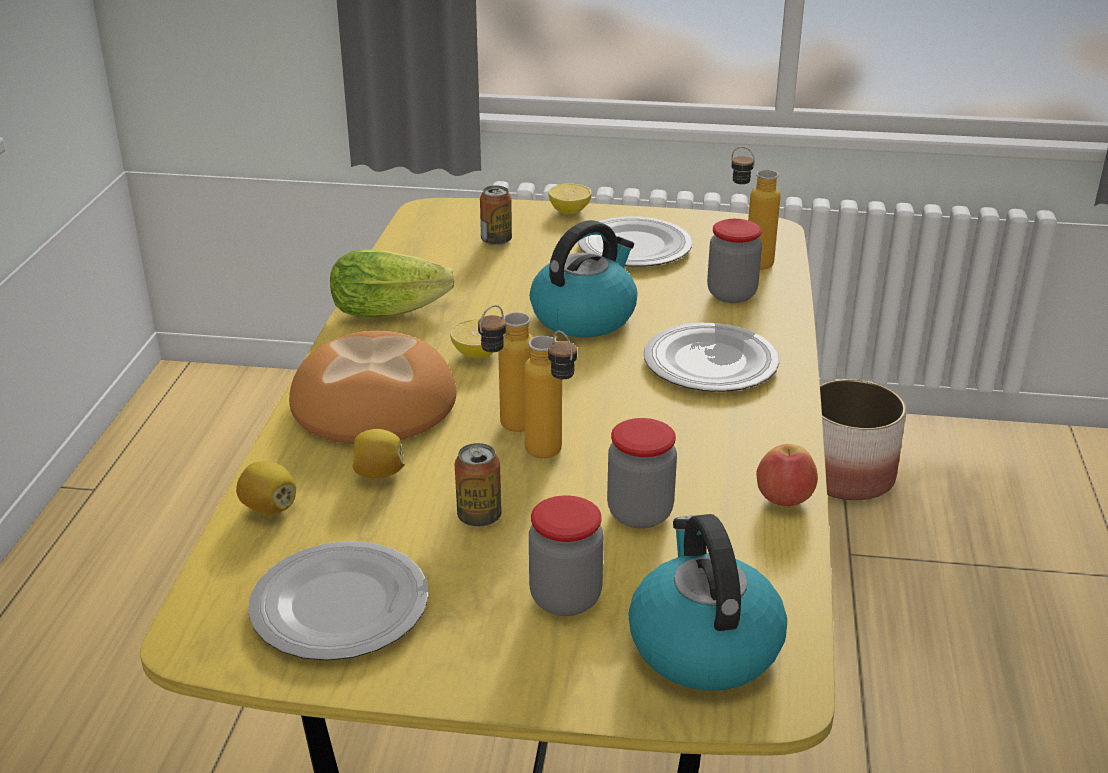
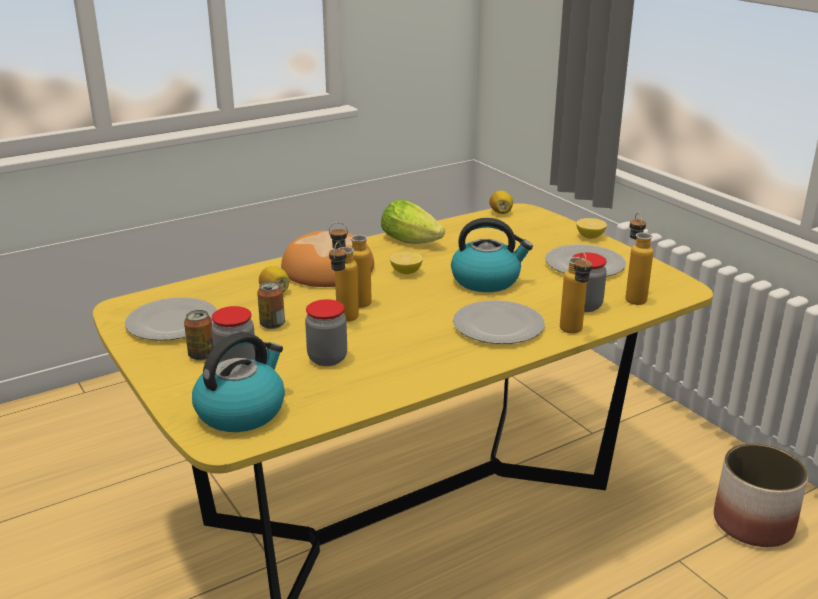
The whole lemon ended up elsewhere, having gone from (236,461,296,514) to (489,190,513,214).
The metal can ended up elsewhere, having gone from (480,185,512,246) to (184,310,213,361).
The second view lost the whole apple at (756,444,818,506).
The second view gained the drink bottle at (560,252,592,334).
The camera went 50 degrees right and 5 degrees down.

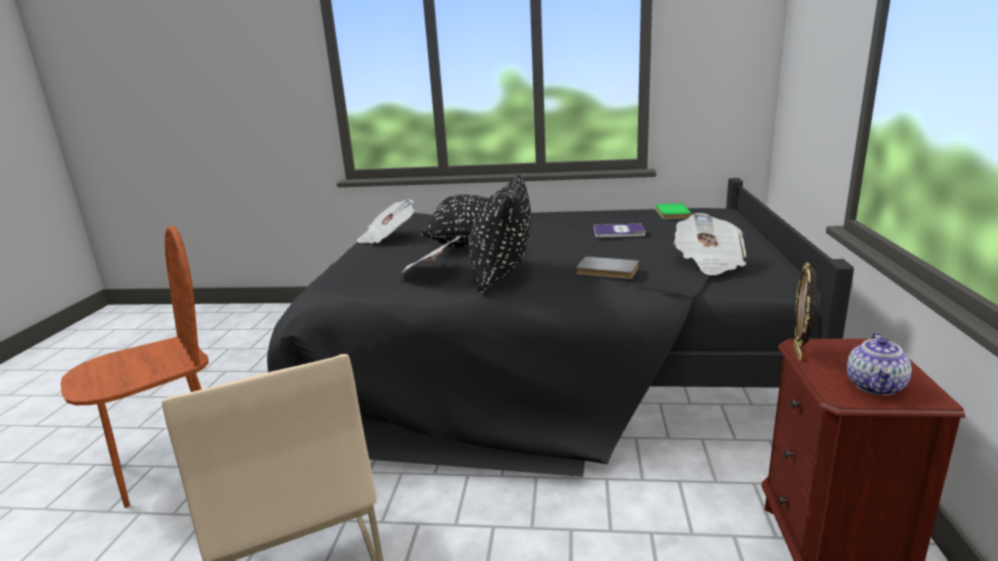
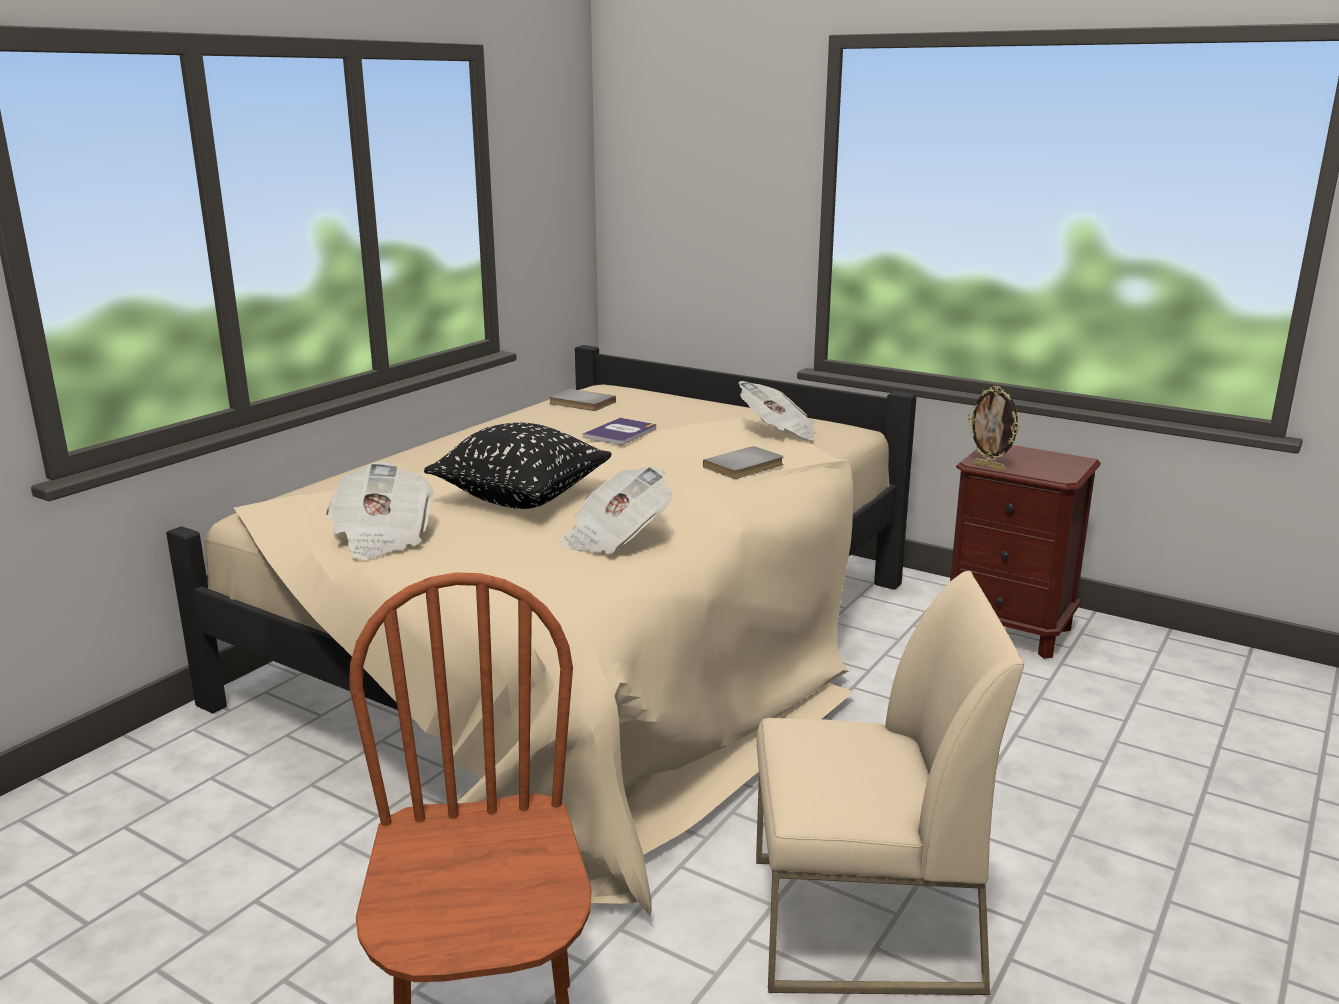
What was the bedroom bed (blackish) at (267,178,854,477) turned into the bedroom bed (beige-coloured) at (166,345,917,917).
The second view lost the throw pillow (blackish) at (468,175,531,294).
What was the book (greenish) at (655,203,692,220) turned into the book (grey) at (549,389,616,411).
The second view lost the teapot at (847,332,912,396).
The camera went 65 degrees left and 0 degrees up.

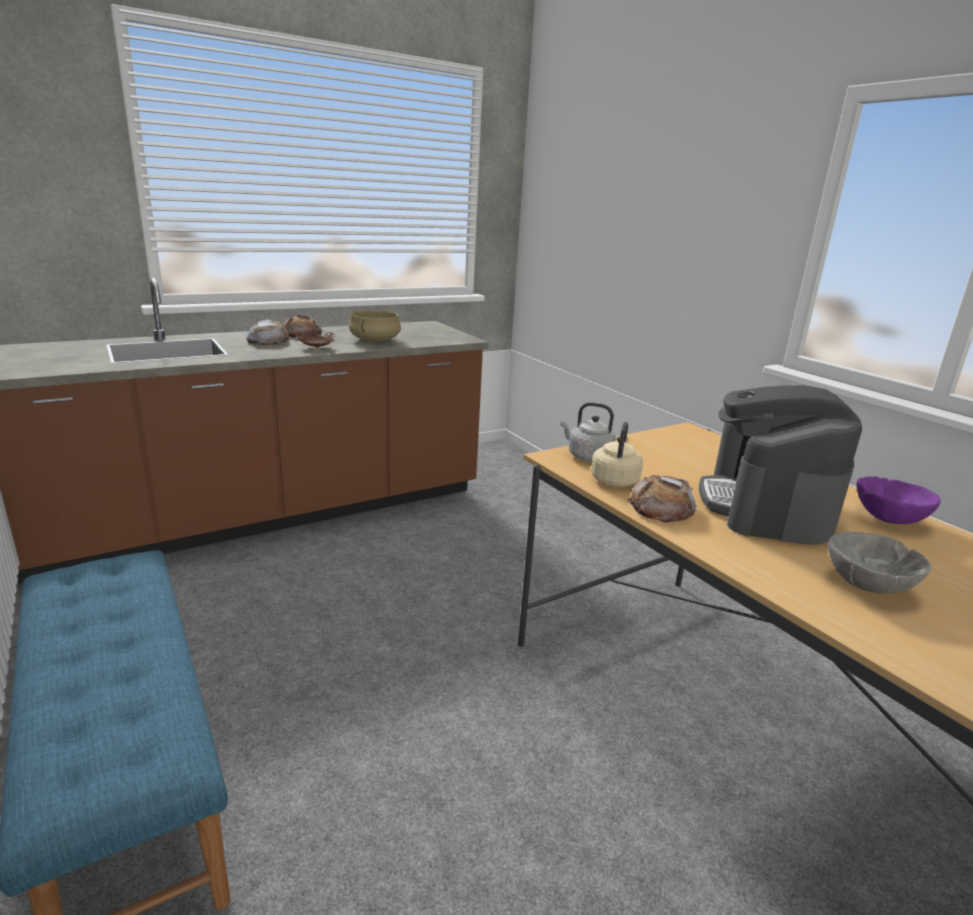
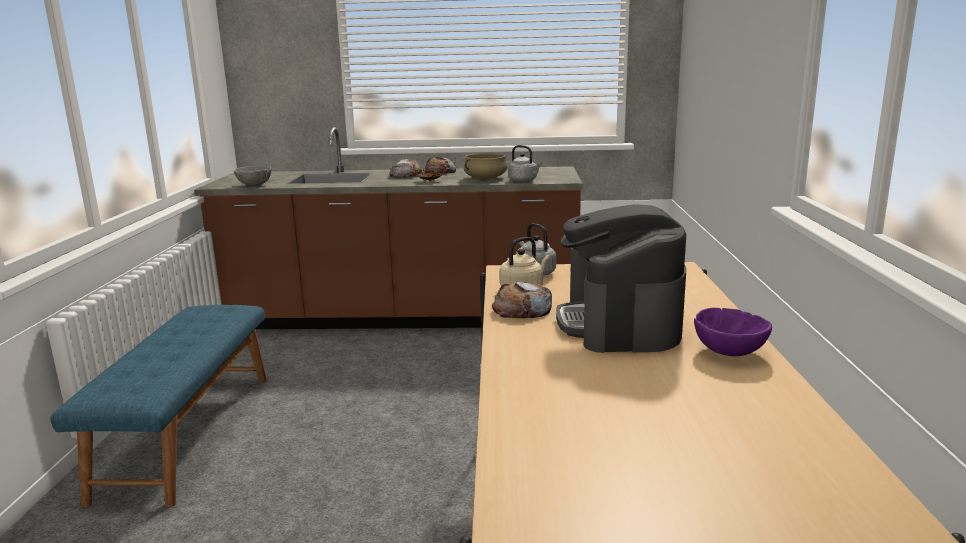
The coffee machine at (699,385,862,545) ended up facing another way, 45 degrees counterclockwise from before.
The deep dish (grey) ended up elsewhere, having gone from (828,532,931,594) to (234,166,272,186).
The second view gained the kettle (grey) at (508,145,542,182).
The camera went 35 degrees right and 5 degrees down.

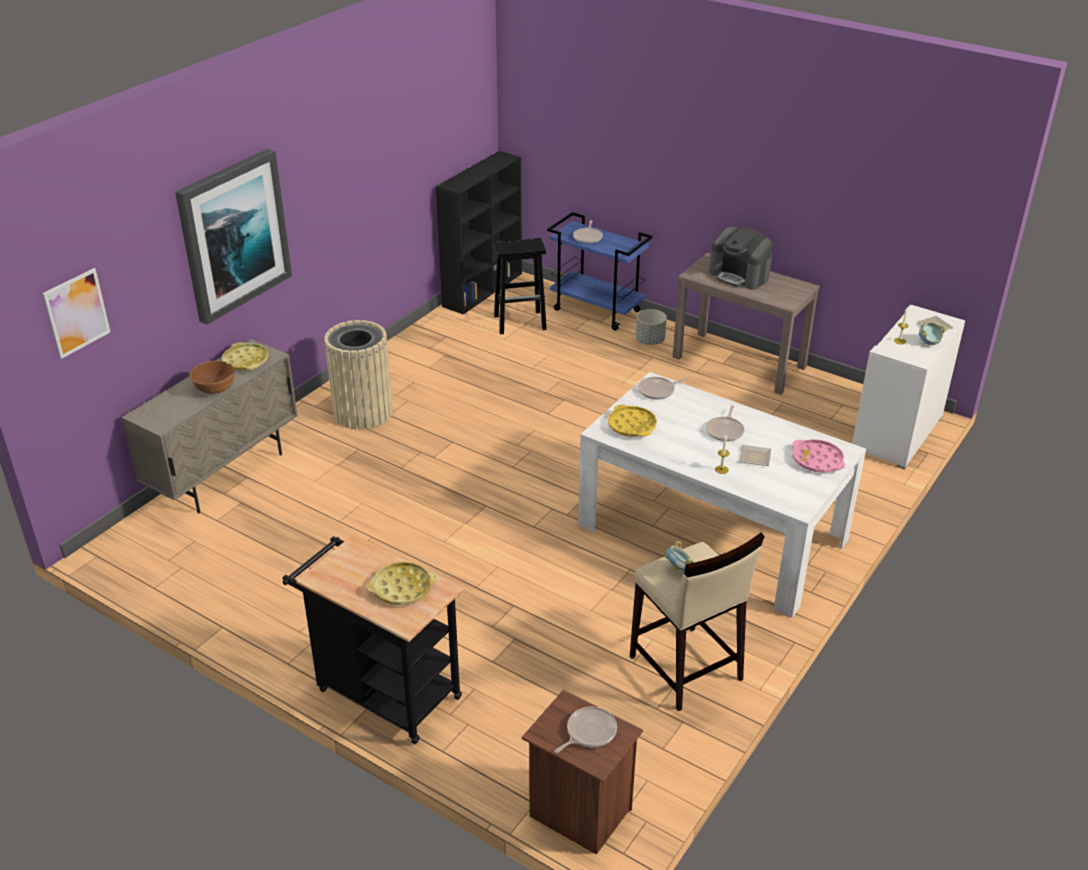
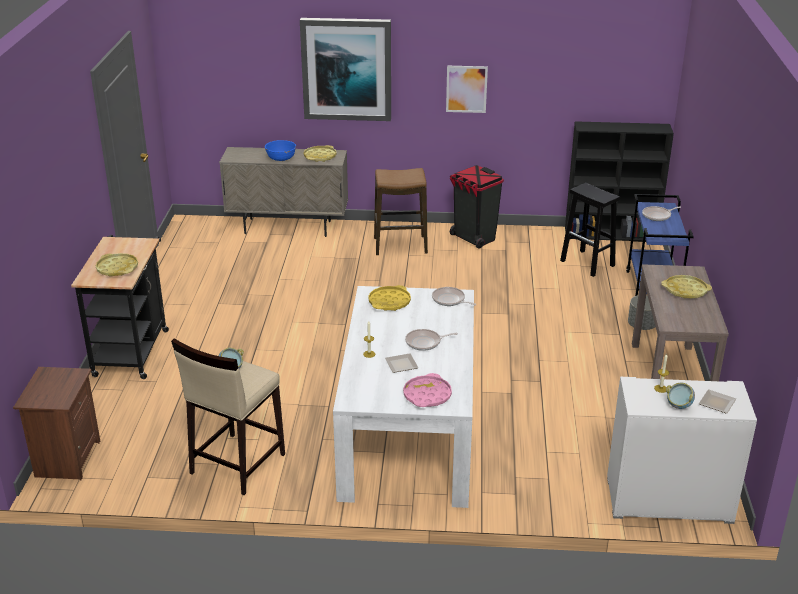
The wall art ended up elsewhere, having gone from (42,268,110,359) to (446,66,488,113).
What was the deep dish (brown-coloured) at (190,361,235,394) turned into the deep dish (bluish) at (265,140,296,161).
Where the trash can (beige-coloured) stood at (324,320,393,430), the stool seat came to stand at (374,168,428,255).
The second view lost the pan at (555,707,617,753).
Where the coffee machine stood at (709,227,773,290), the tray (yellow) came to stand at (661,275,712,299).
The second view gained the trash can (blackish) at (450,165,504,249).
The camera went 60 degrees right and 5 degrees down.

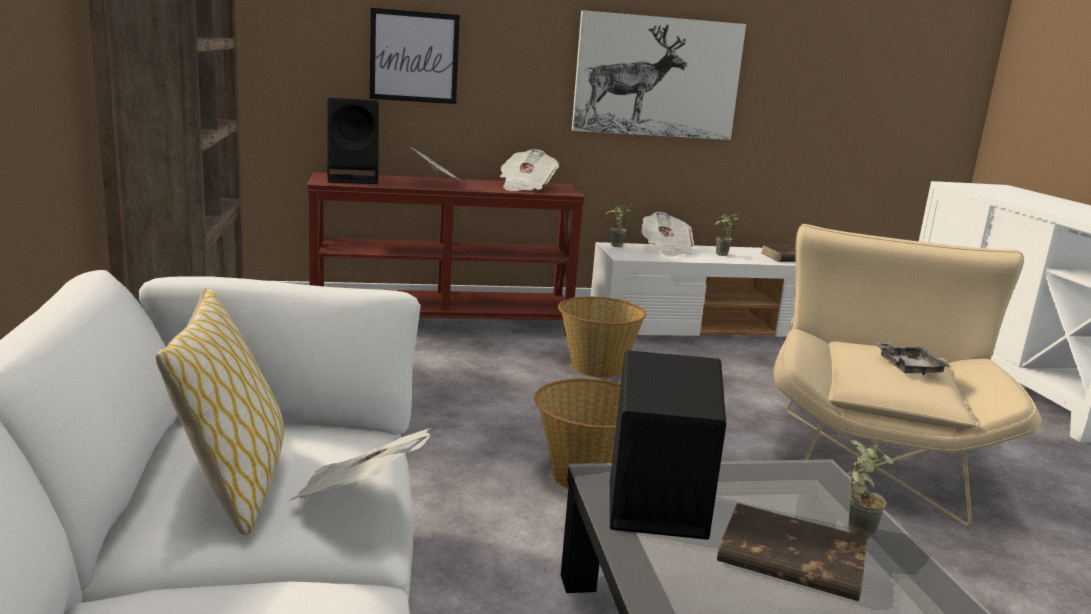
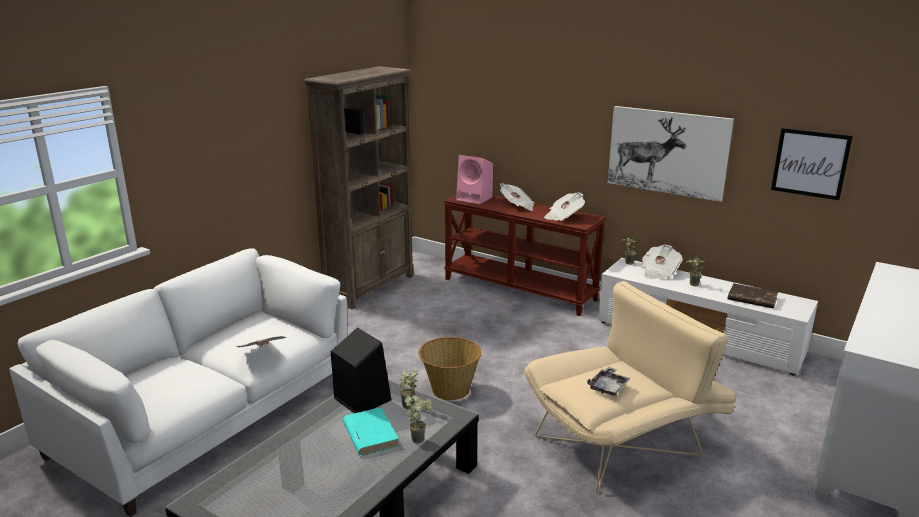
The second view lost the throw pillow at (155,288,284,535).
What was the audio speaker (blackish) at (327,98,379,184) turned into the audio speaker (pink-coloured) at (456,155,493,204).
The wall art ended up elsewhere, having gone from (370,8,460,104) to (771,128,853,200).
The second view lost the storage basket at (558,297,646,378).
What was the book (brown-coloured) at (717,503,868,601) turned into the book (turquoise) at (343,407,399,456).
The second view gained the potted plant at (400,367,419,409).
The camera went 45 degrees right and 5 degrees up.

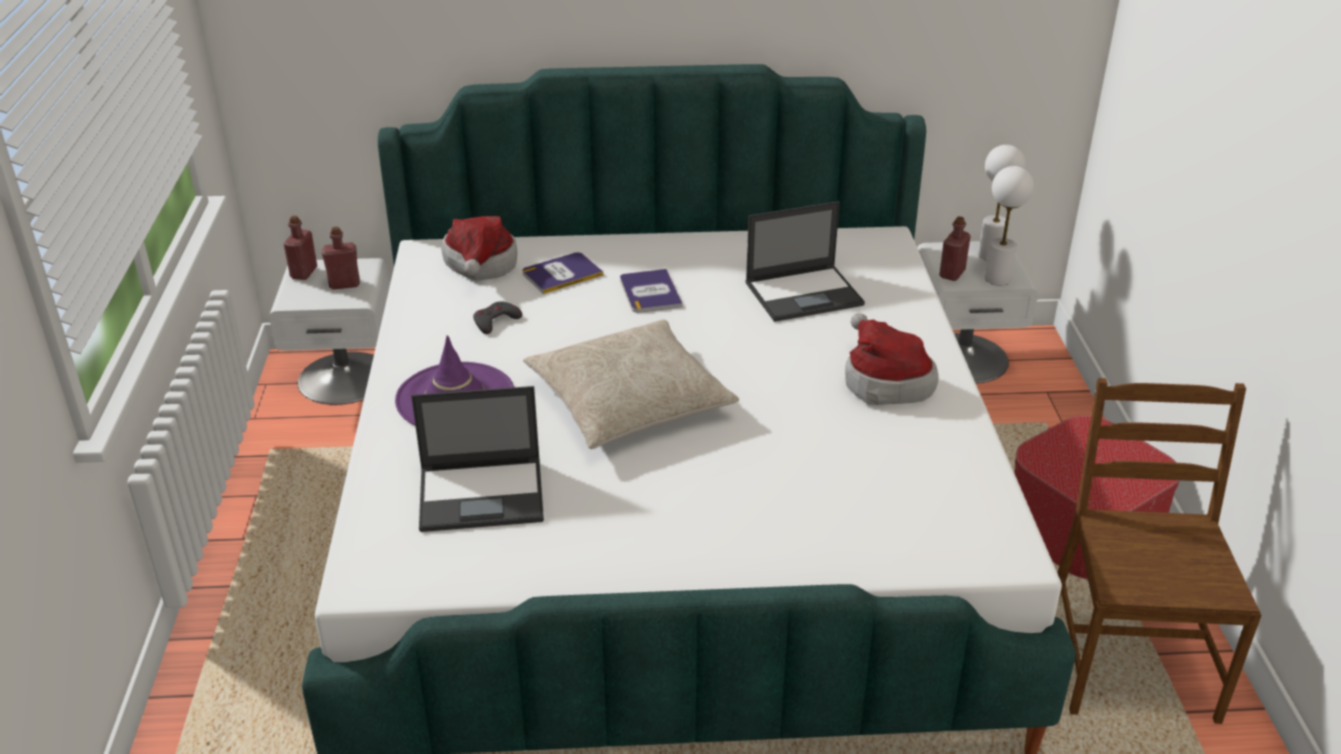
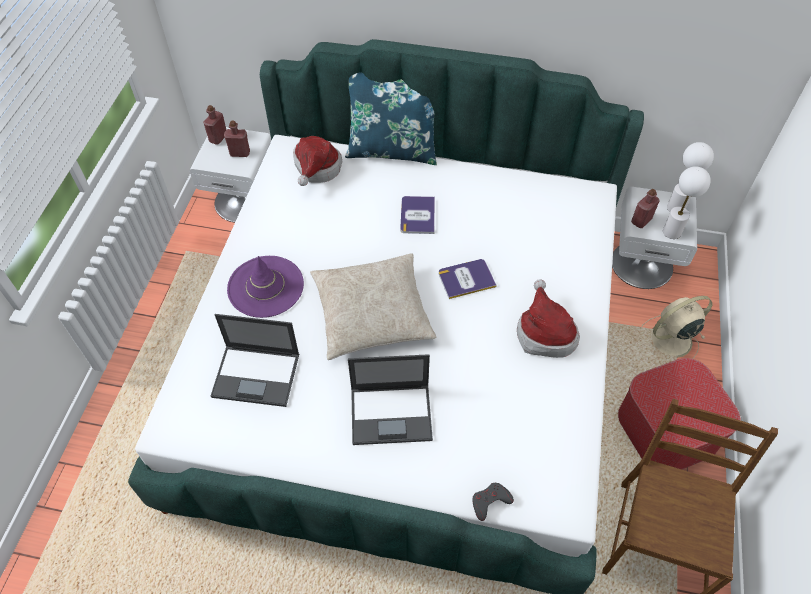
The gamepad (grey) ended up elsewhere, having gone from (473,301,522,334) to (472,483,514,521).
The book ended up elsewhere, having gone from (522,252,603,294) to (439,259,497,299).
The portable computer ended up elsewhere, having gone from (745,201,865,322) to (348,354,433,445).
The second view gained the throw pillow (bluish) at (345,72,437,165).
The second view gained the cooling fan (beige-coloured) at (642,296,712,359).
The camera went 15 degrees right and 20 degrees up.

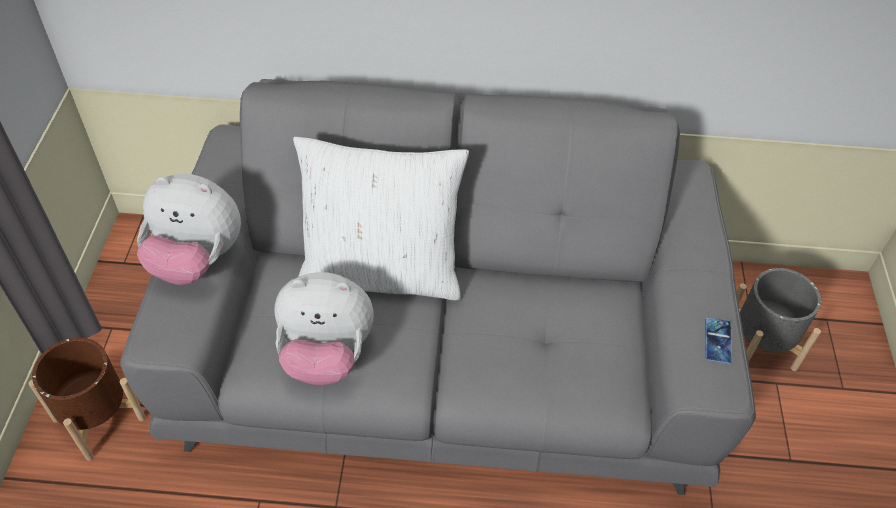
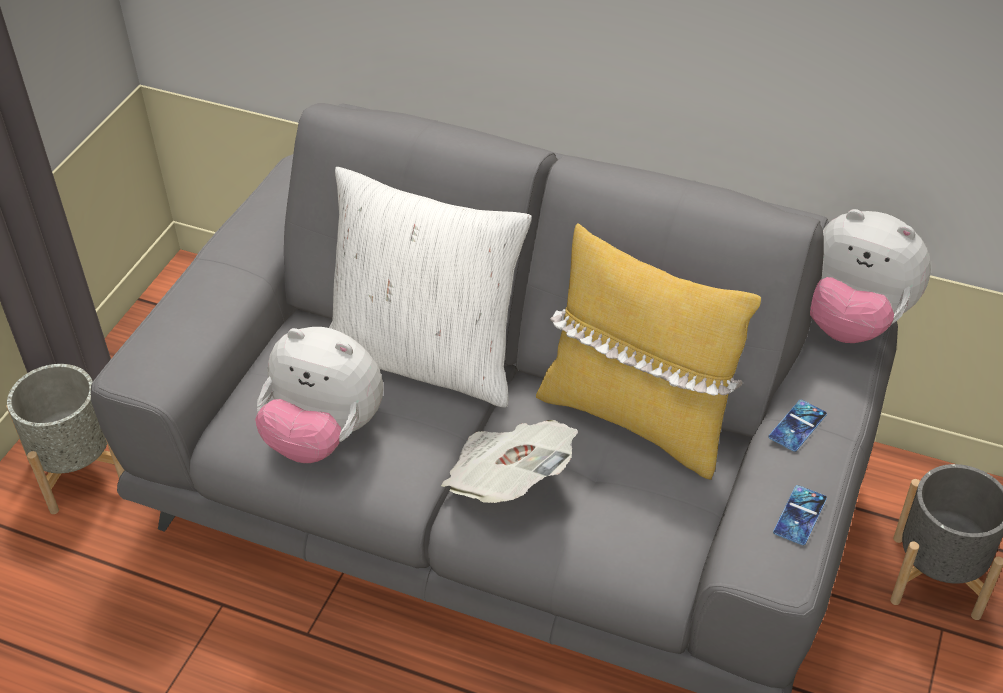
What was the plant pot (brown-coloured) at (28,338,146,461) turned into the plant pot (grey) at (6,364,124,514).
The plush toy ended up elsewhere, having gone from (137,174,241,285) to (810,209,931,343).
The second view gained the daily paper at (441,420,578,503).
The second view gained the throw pillow (yellow) at (536,223,761,480).
The second view gained the handset at (769,400,827,452).
The camera went 20 degrees right and 5 degrees down.

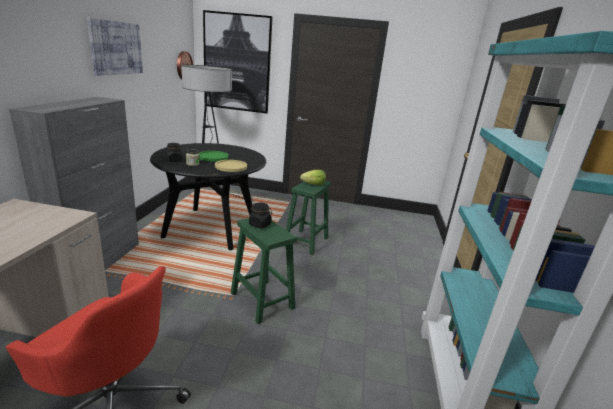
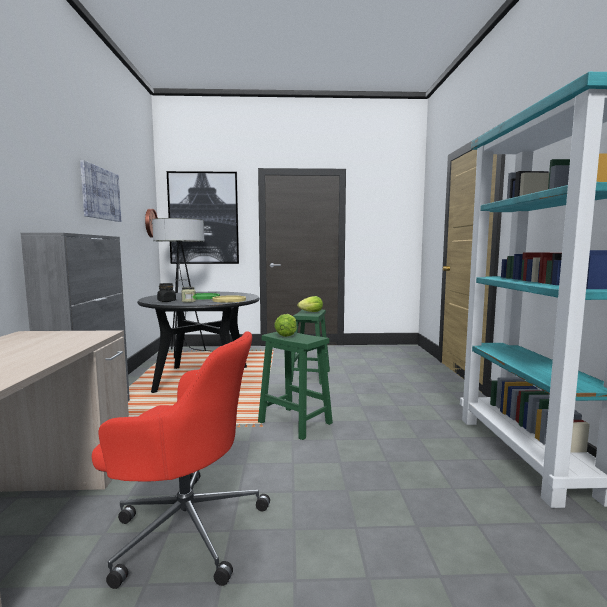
Where the preserve jar (blackish) stood at (249,203,272,228), the lettuce head came to stand at (274,314,297,337).
The camera went 10 degrees left and 15 degrees down.

